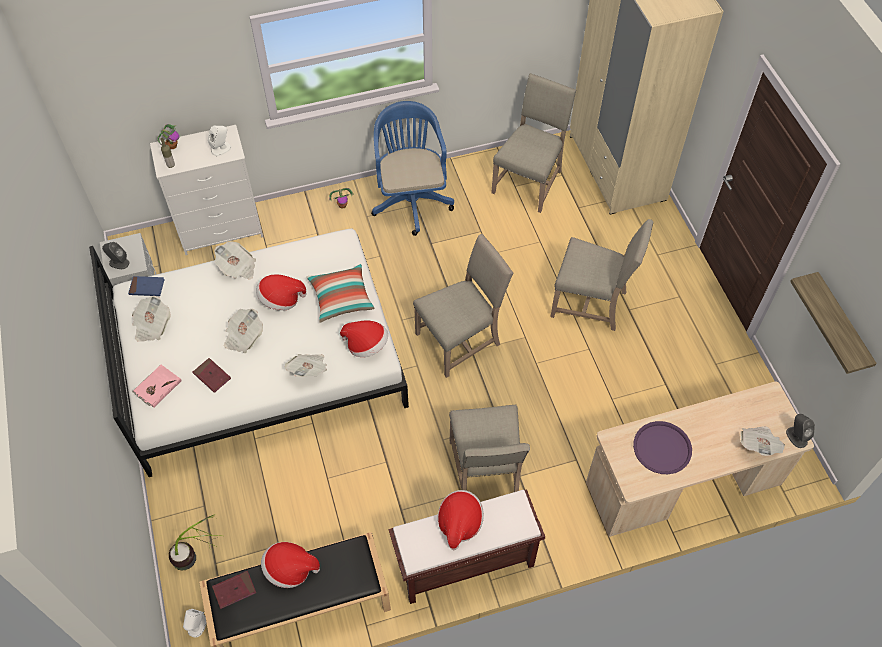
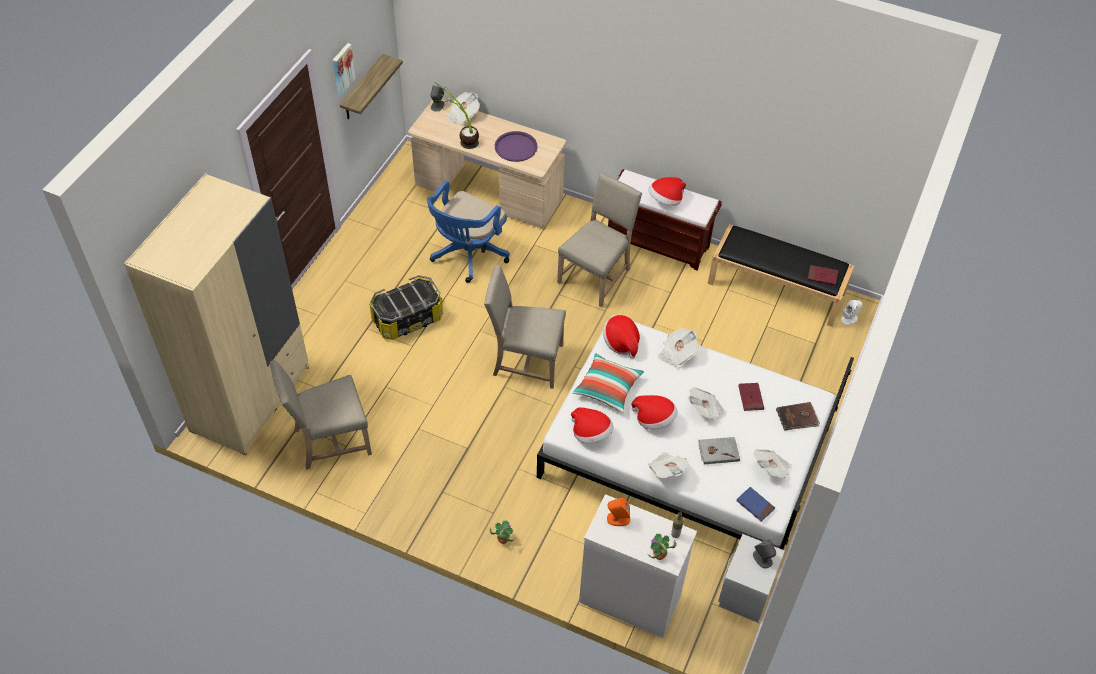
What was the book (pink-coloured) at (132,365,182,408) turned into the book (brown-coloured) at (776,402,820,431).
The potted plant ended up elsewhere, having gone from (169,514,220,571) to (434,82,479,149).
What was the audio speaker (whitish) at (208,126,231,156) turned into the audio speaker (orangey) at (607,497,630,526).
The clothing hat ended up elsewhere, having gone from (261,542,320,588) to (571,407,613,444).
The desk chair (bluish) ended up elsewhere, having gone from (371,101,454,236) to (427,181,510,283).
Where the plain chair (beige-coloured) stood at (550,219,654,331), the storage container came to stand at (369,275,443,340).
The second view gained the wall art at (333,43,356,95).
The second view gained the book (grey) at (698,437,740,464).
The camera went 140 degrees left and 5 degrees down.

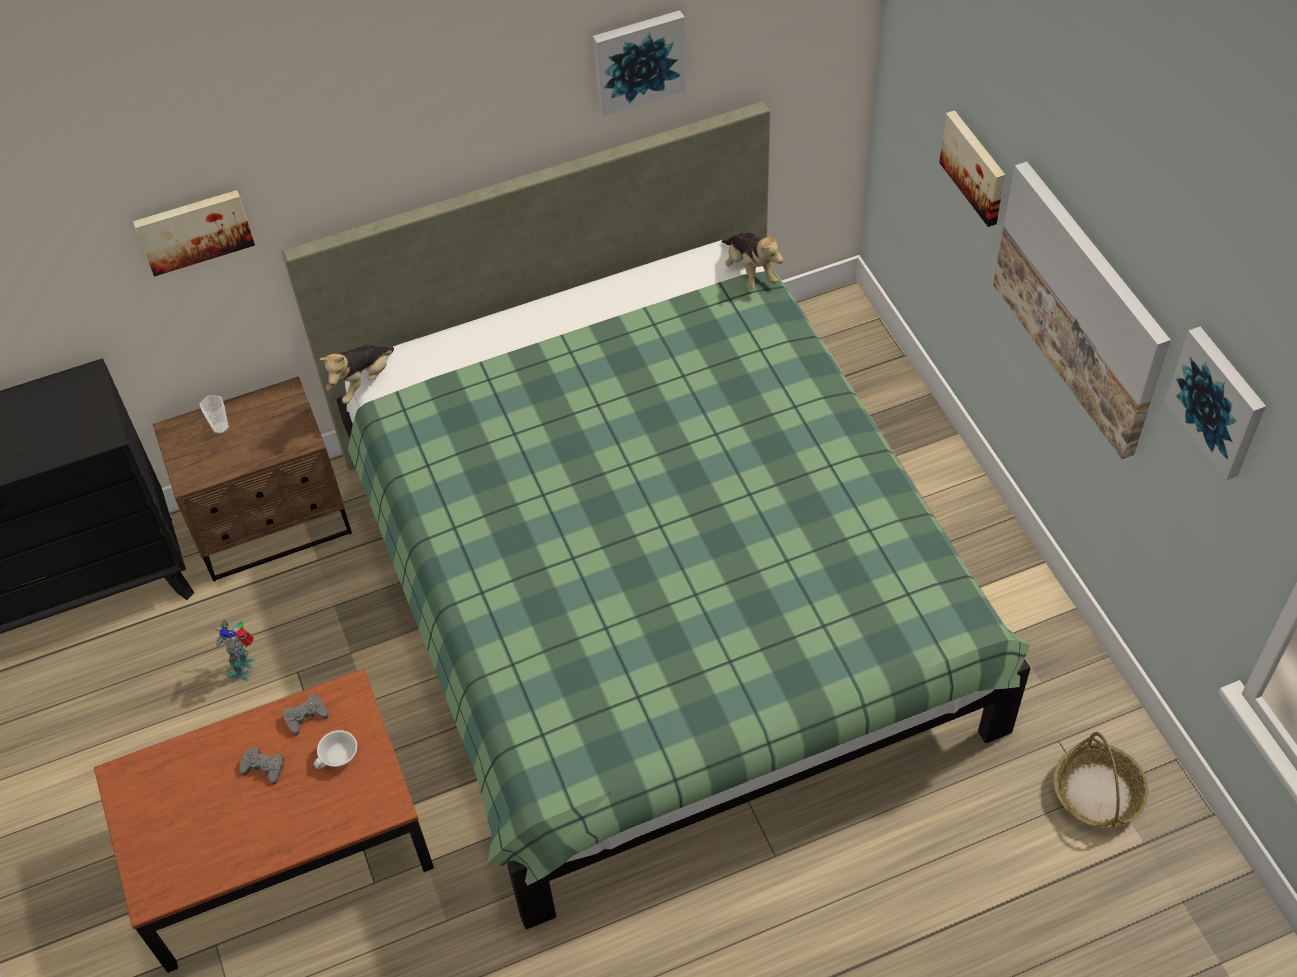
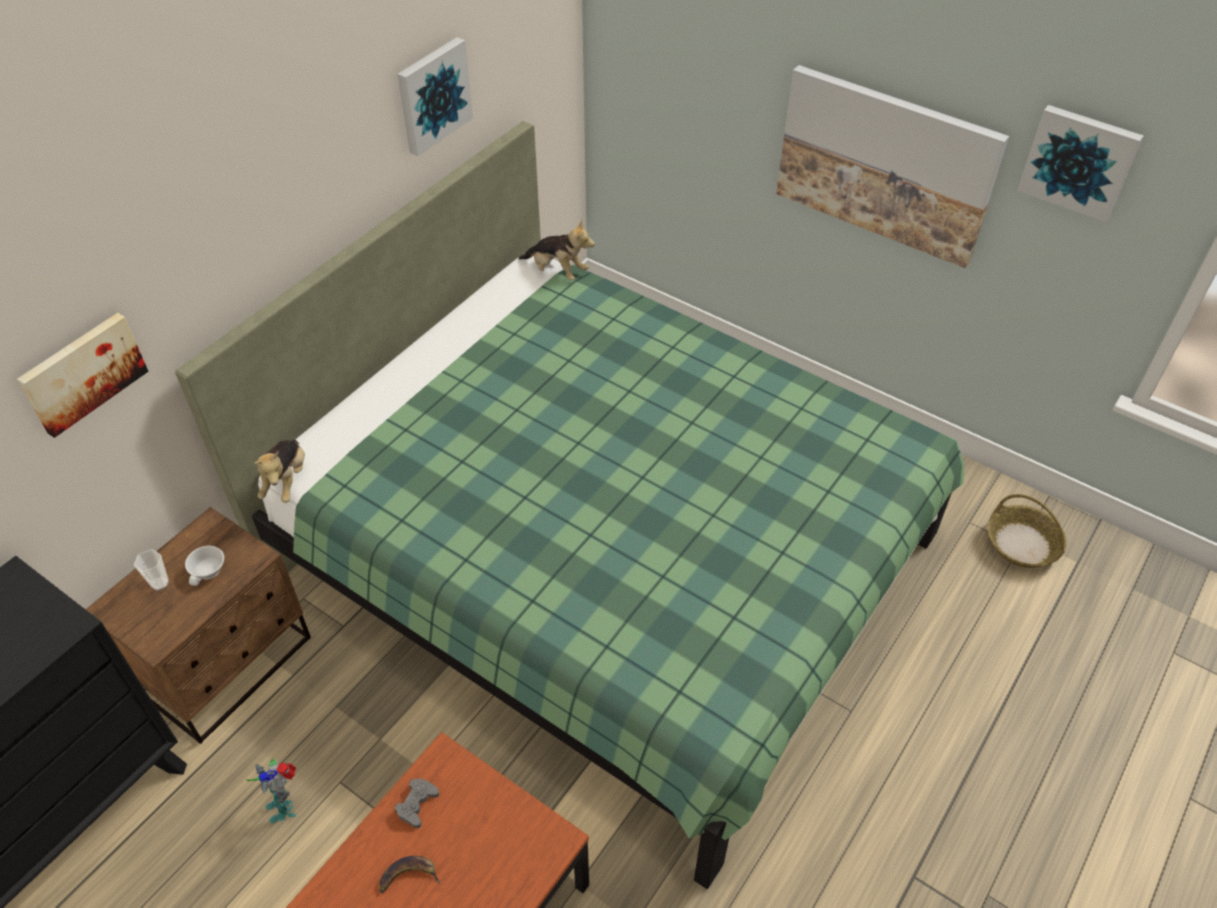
Where the gamepad (grey) stood at (239,747,284,785), the banana fruit came to stand at (379,856,440,893).
The cup (whitish) ended up elsewhere, having gone from (314,730,357,769) to (185,546,224,586).
The second view lost the wall art at (939,110,1005,227).
The camera went 35 degrees left and 5 degrees down.

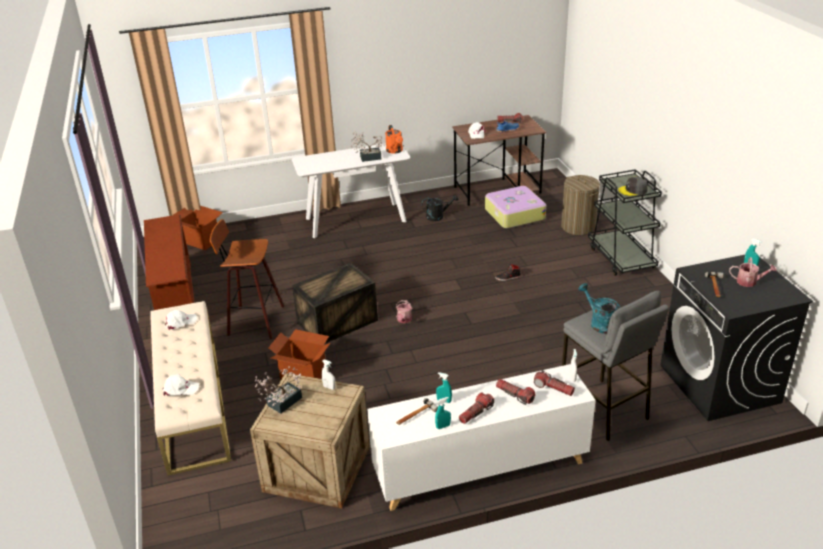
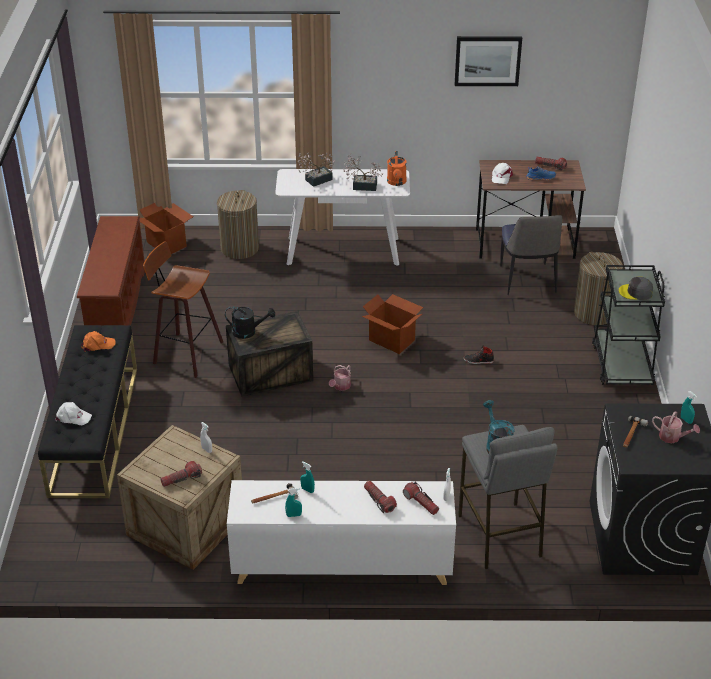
What was the indoor bench (beige-coloured) at (150,301,231,476) turned into the indoor bench (blackish) at (38,325,137,498).
What was the baseball cap (whitish) at (165,310,197,330) turned into the baseball cap (orangey) at (81,331,116,352).
The potted plant ended up elsewhere, having gone from (255,366,302,414) to (298,152,335,187).
The cardboard box ended up elsewhere, having gone from (268,329,330,380) to (362,294,423,354).
The sprinkling can (blackish) ended up elsewhere, having gone from (422,194,458,221) to (225,306,275,339).
The torch ended up elsewhere, having gone from (459,393,494,424) to (160,461,202,487).
Where the piece of luggage stood at (485,186,546,228), the plain chair came to stand at (500,215,562,295).
The second view gained the hamper at (217,190,259,259).
The second view gained the wall art at (455,36,522,86).
The camera went 15 degrees right and 5 degrees up.

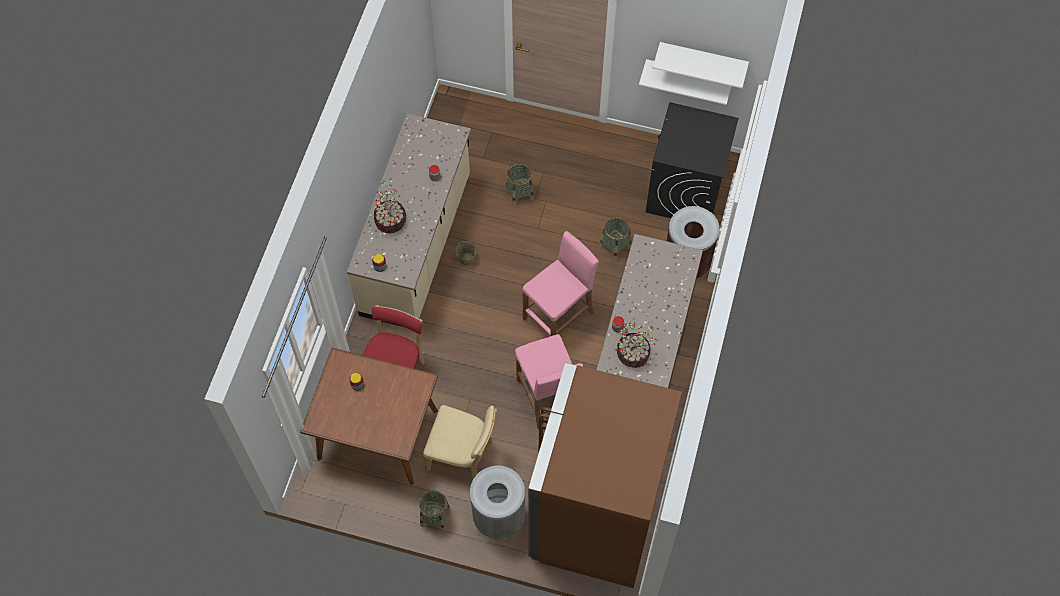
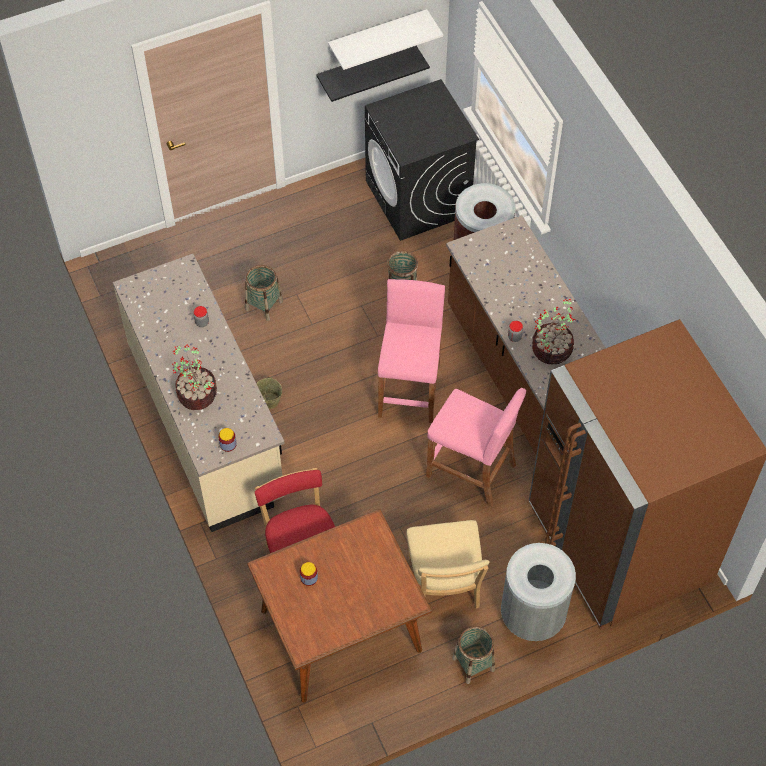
The plain chair (beige-coloured) at (423,405,497,479) ended up facing another way, 105 degrees clockwise from before.
What was the bracket shelf (whitish) at (639,59,731,105) turned into the bracket shelf (blackish) at (316,46,430,102).
The camera went 40 degrees left and 5 degrees down.

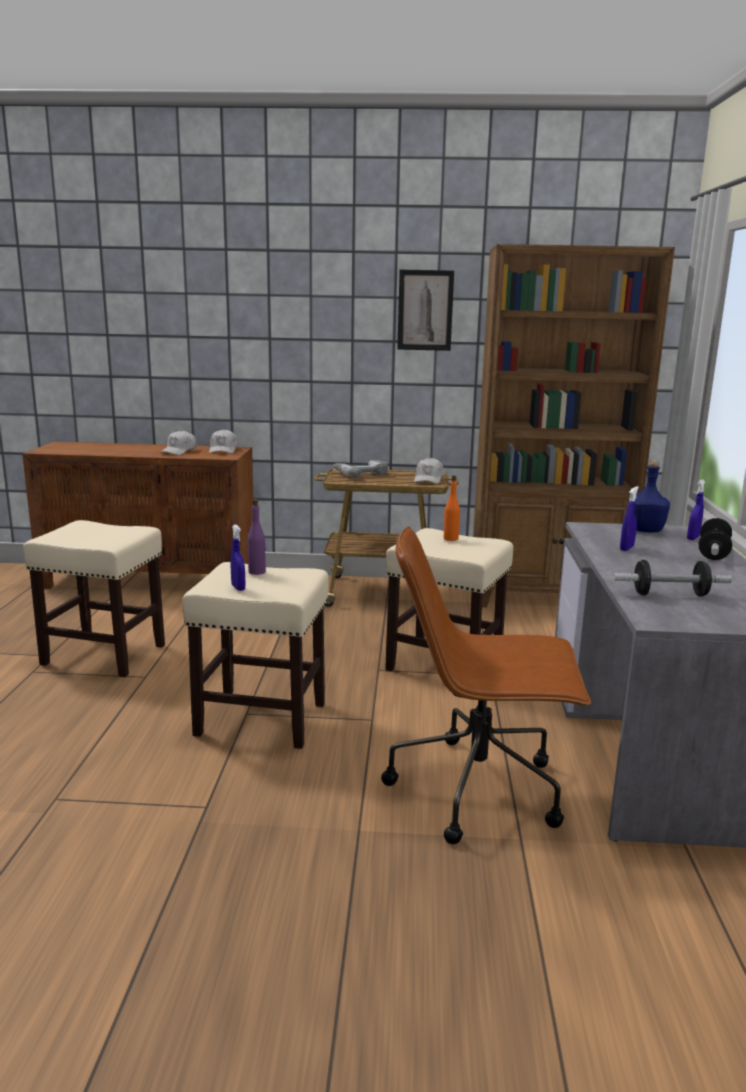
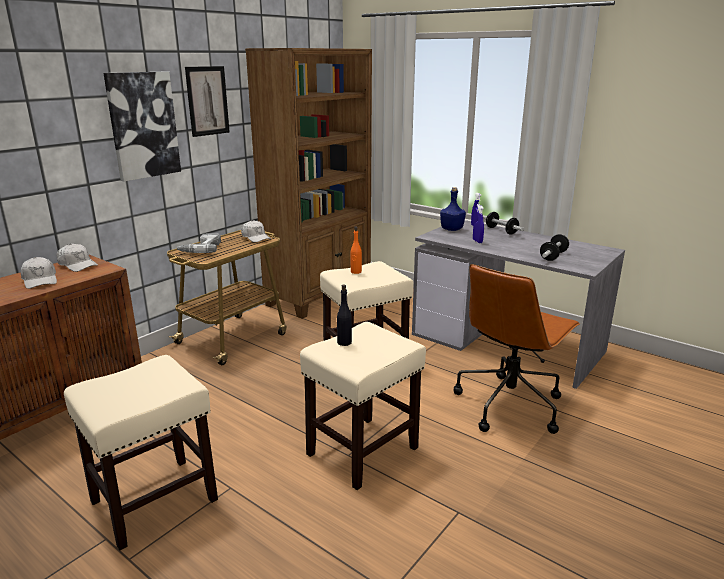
The second view lost the hand sprayer (bluish) at (230,524,245,591).
What was the drink bottle (purple) at (248,499,266,575) turned into the drink bottle (blackish) at (337,285,352,346).
The second view gained the wall art at (103,72,181,181).
The camera went 55 degrees left and 5 degrees up.

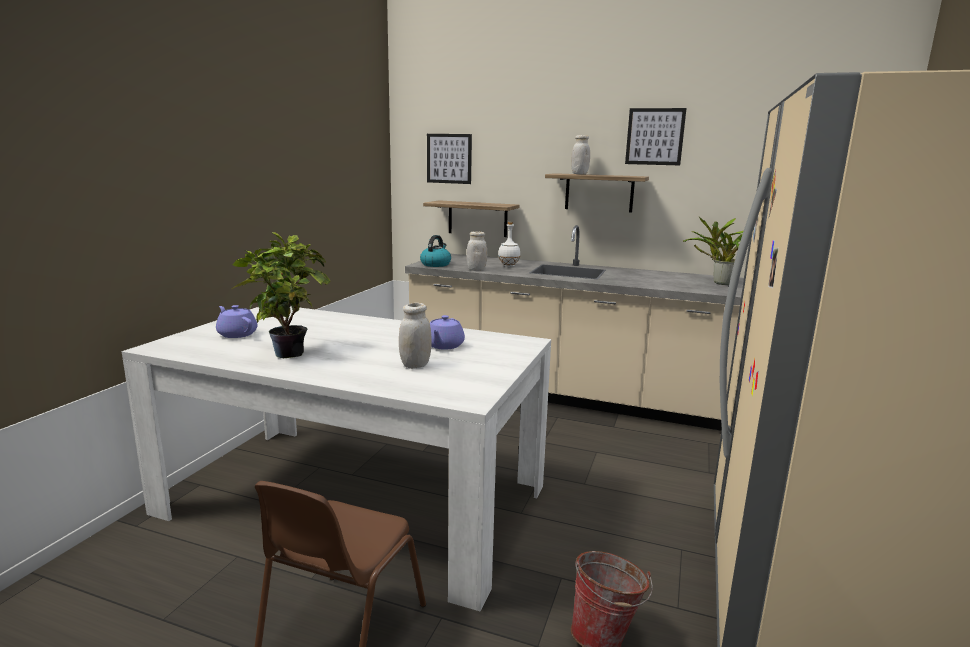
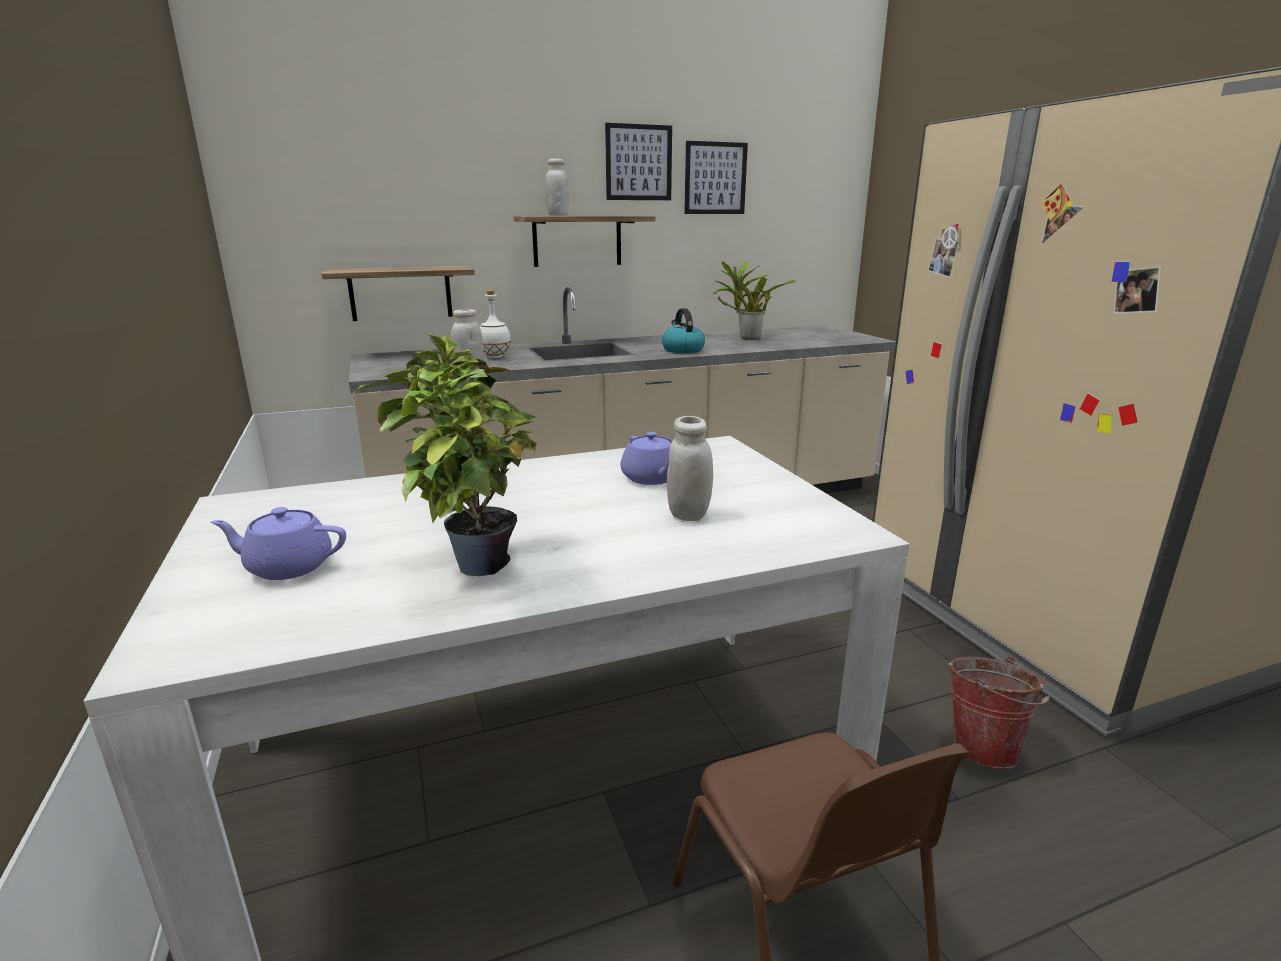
The kettle ended up elsewhere, having gone from (420,235,451,267) to (662,308,705,354).
The wall art ended up elsewhere, having gone from (427,134,472,184) to (684,141,748,214).
The camera went 40 degrees left and 5 degrees up.

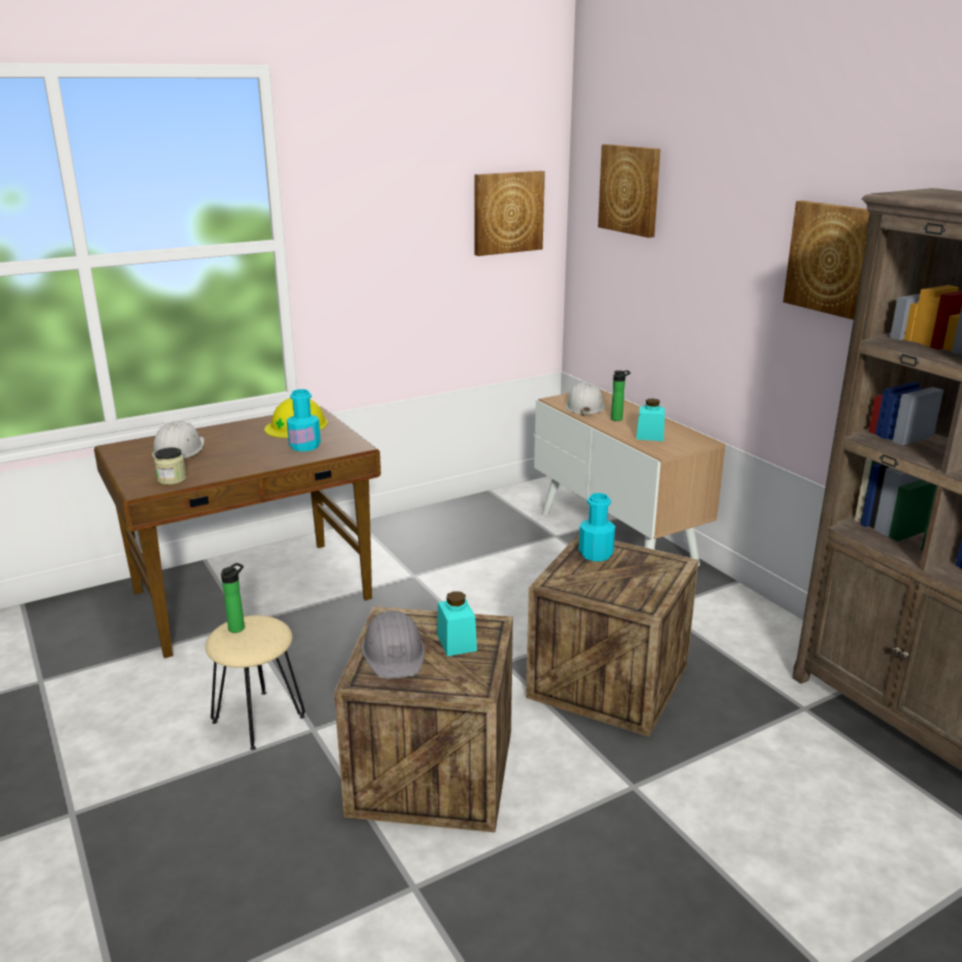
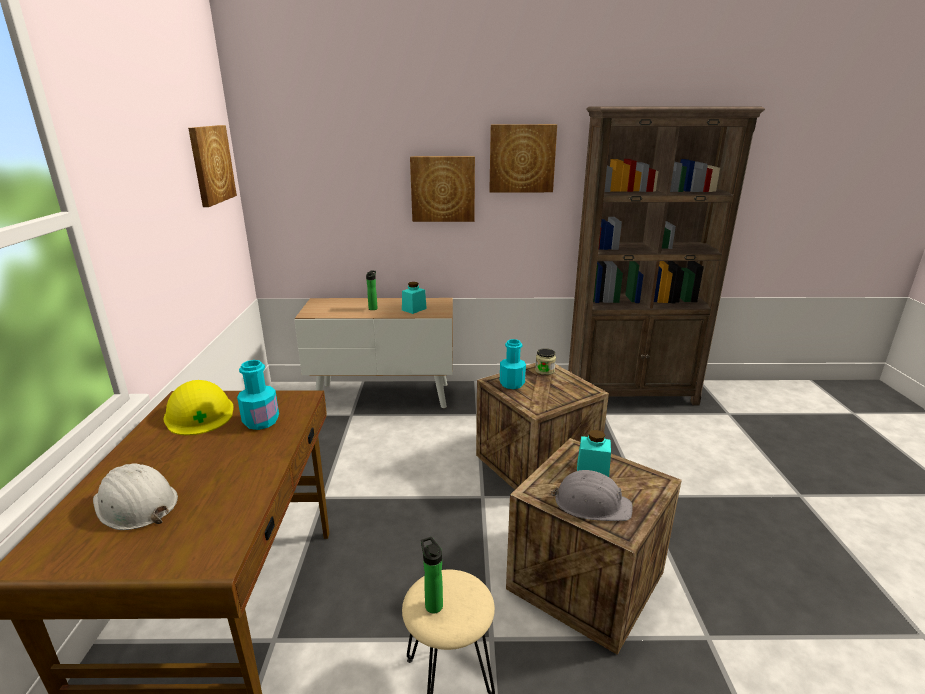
The preserve jar ended up elsewhere, having gone from (154,447,187,485) to (535,348,556,375).
The second view lost the work helmet (whitish) at (566,382,605,416).
The wall art ended up elsewhere, having gone from (598,144,661,238) to (410,156,475,222).
The camera went 60 degrees left and 0 degrees up.

